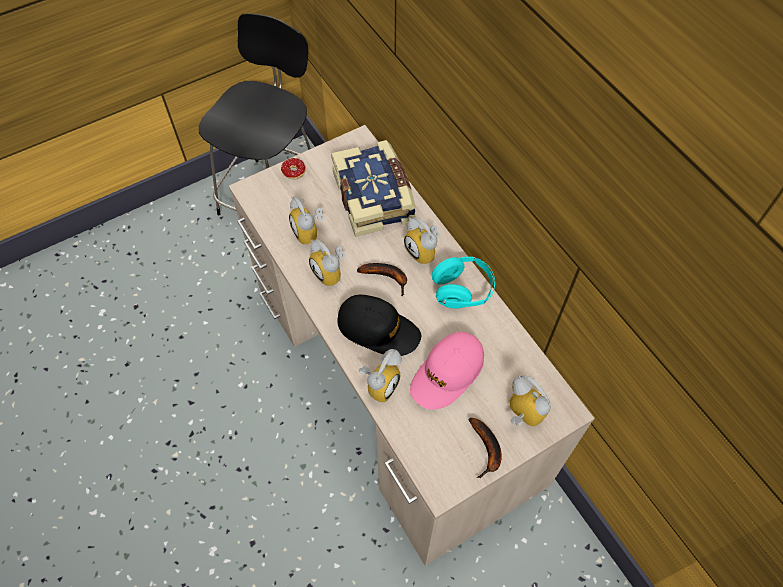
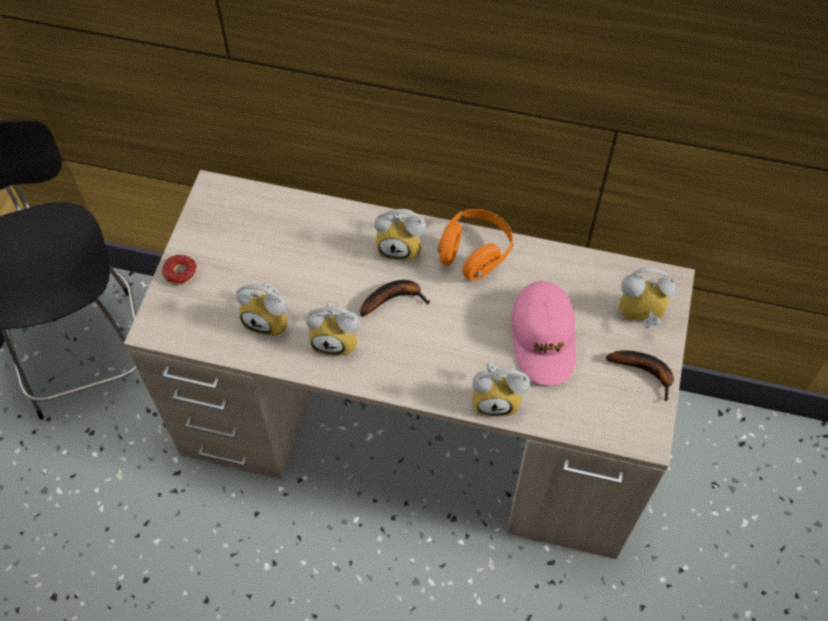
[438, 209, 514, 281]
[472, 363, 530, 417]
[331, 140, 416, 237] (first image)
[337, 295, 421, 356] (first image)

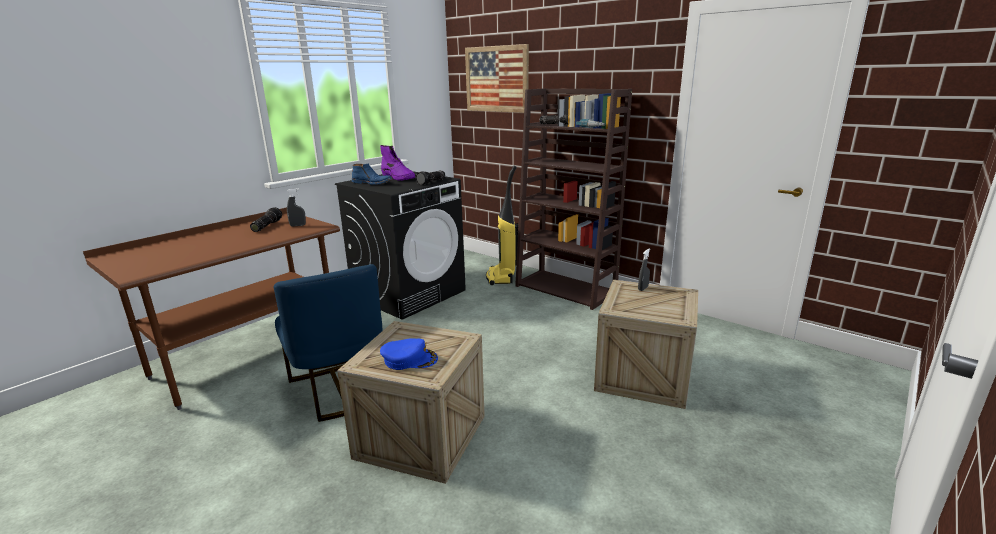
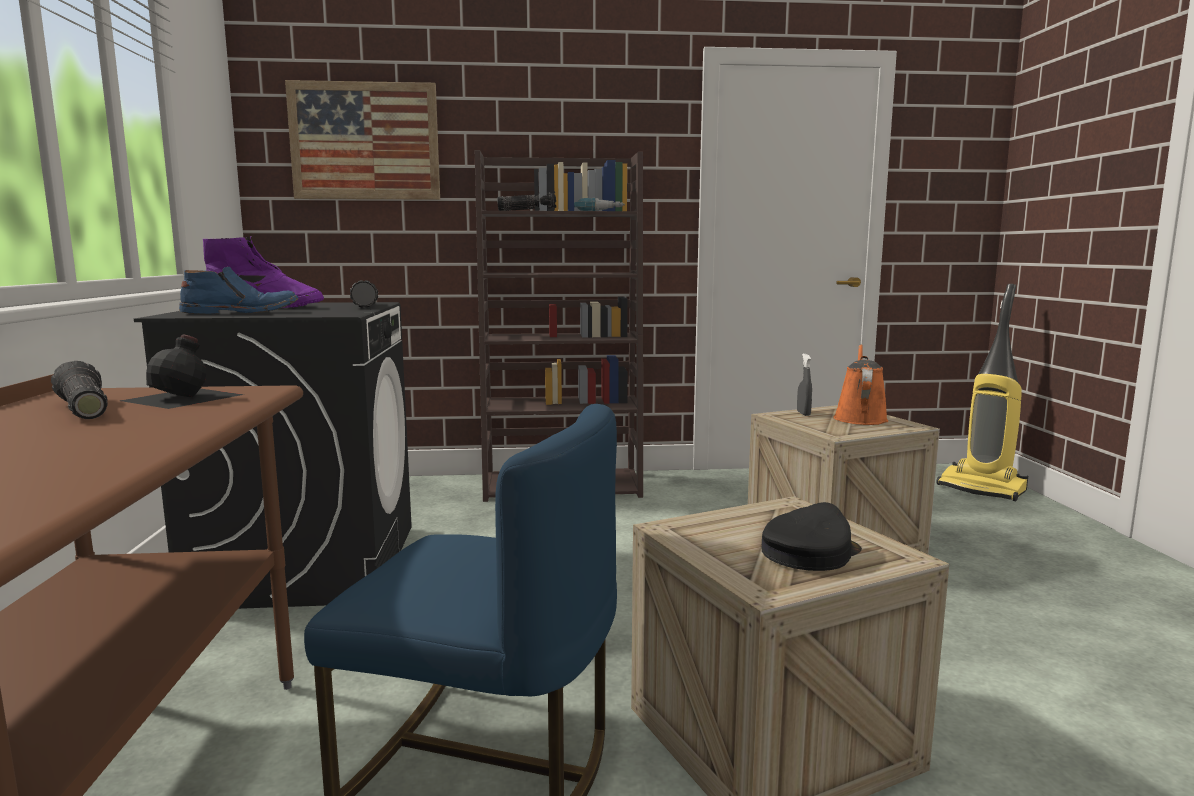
[120, 334, 244, 409]
[761, 502, 862, 571]
[833, 344, 888, 425]
[936, 284, 1028, 501]

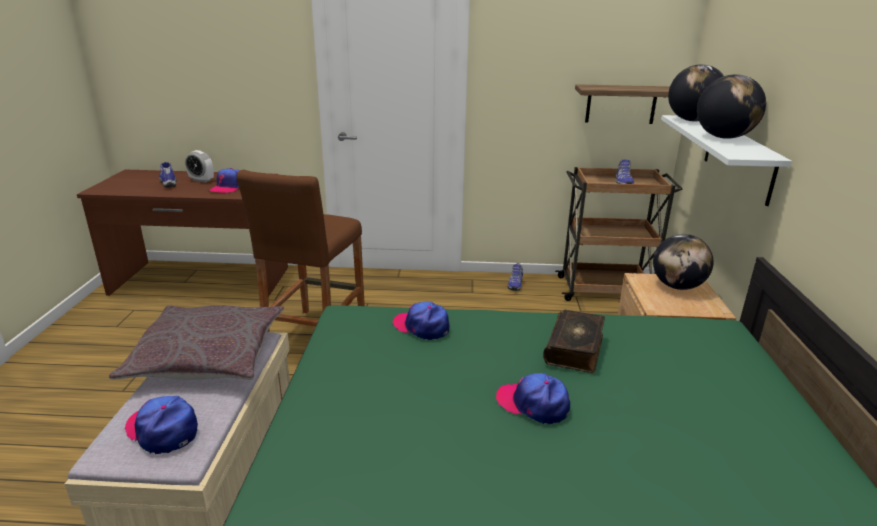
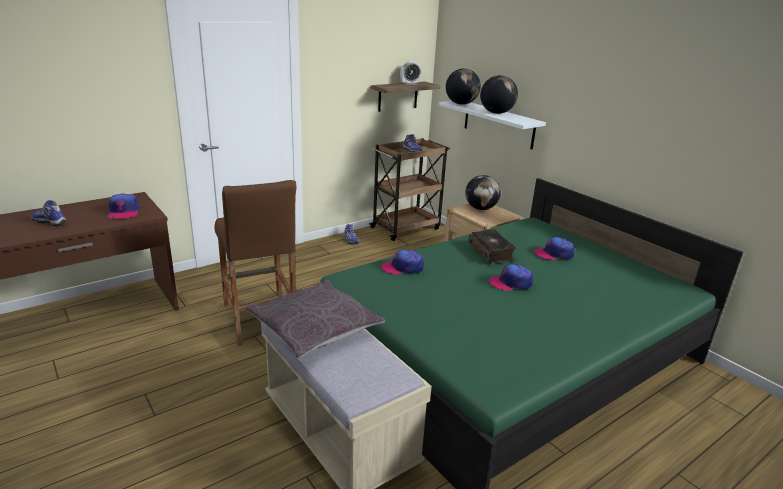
[400, 61, 421, 85]
[534, 237, 575, 260]

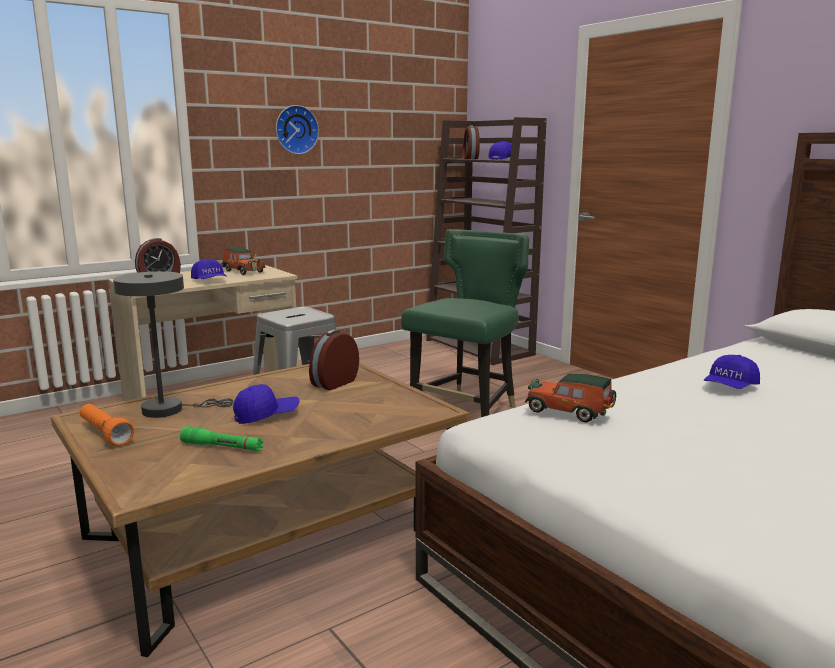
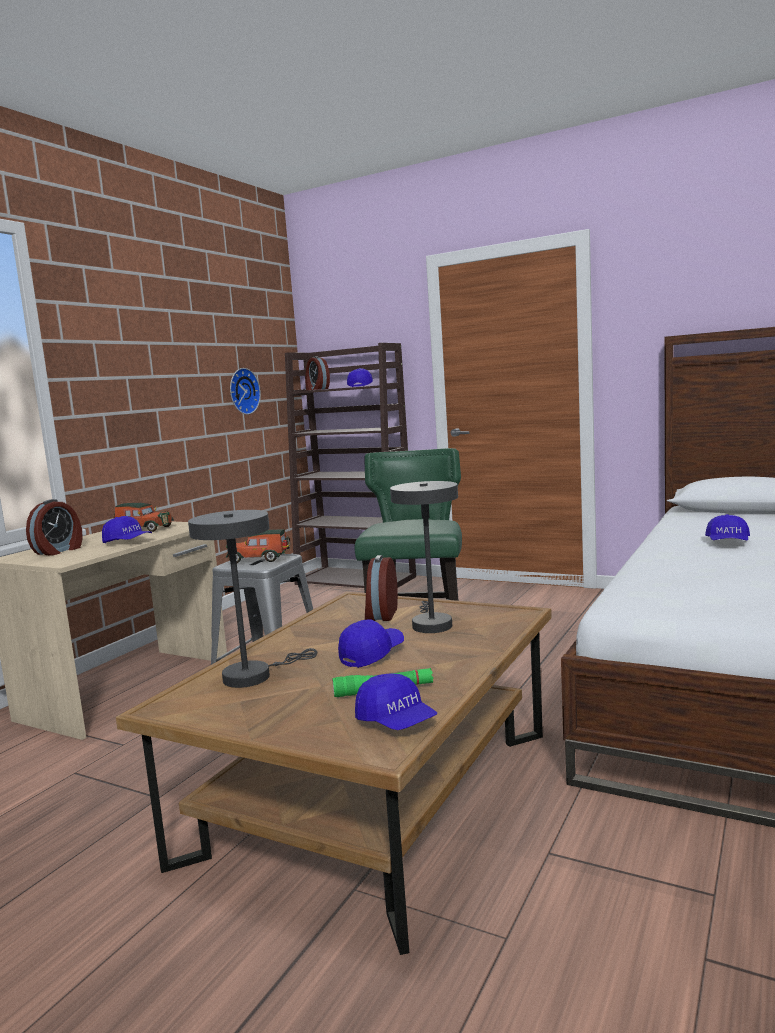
[226, 529, 290, 563]
[230, 368, 261, 415]
[355, 673, 437, 730]
[390, 481, 458, 633]
[80, 404, 134, 446] (first image)

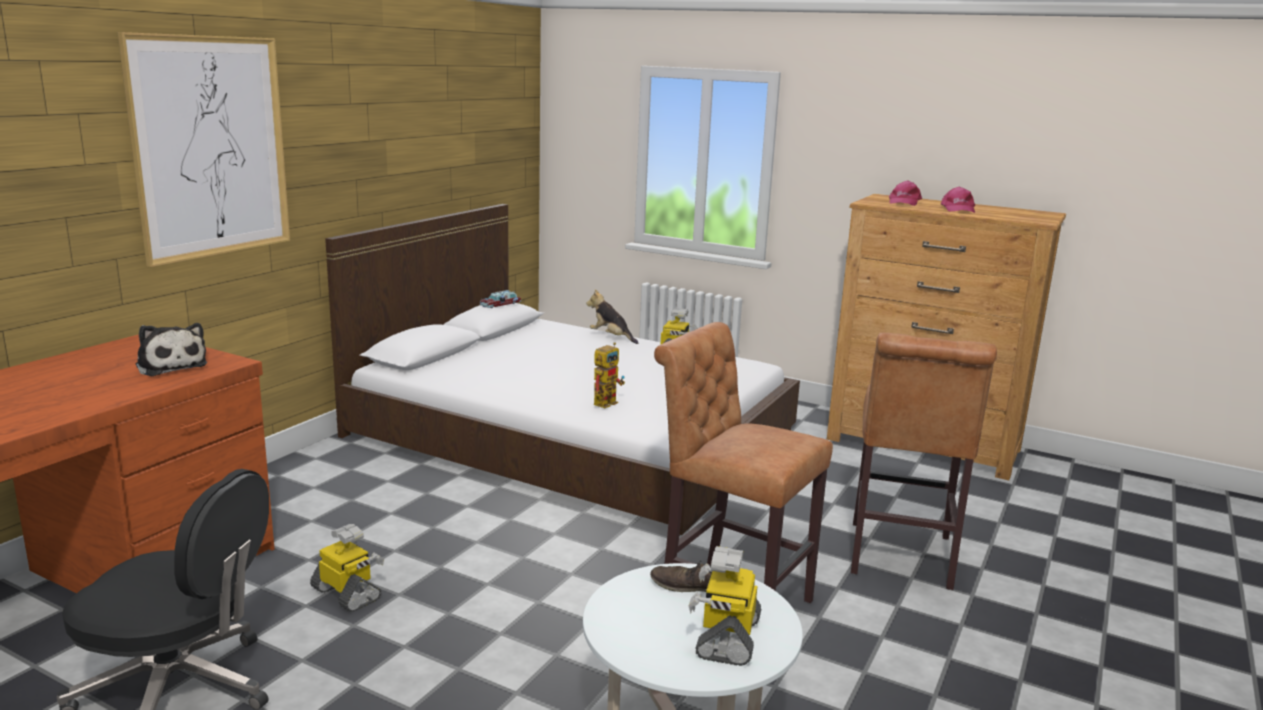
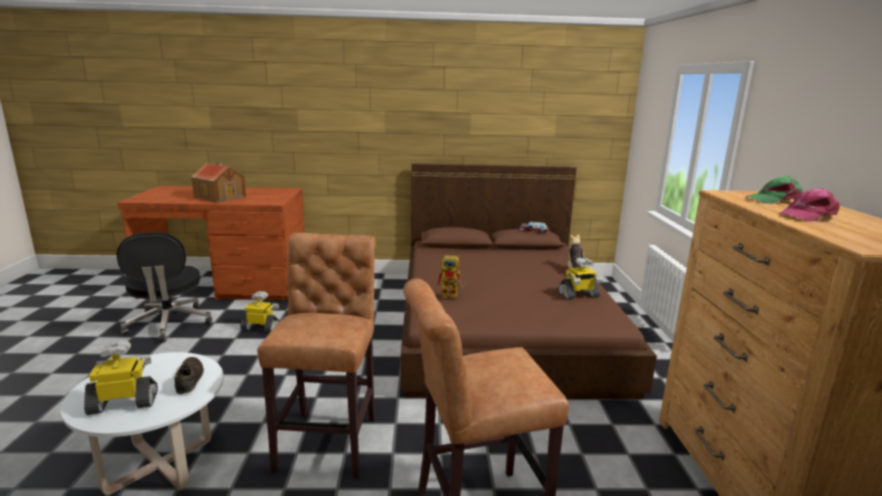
[191, 162, 246, 203]
[240, 291, 280, 332]
[401, 163, 657, 399]
[746, 176, 803, 204]
[117, 32, 290, 267] (first image)
[136, 323, 208, 376] (first image)

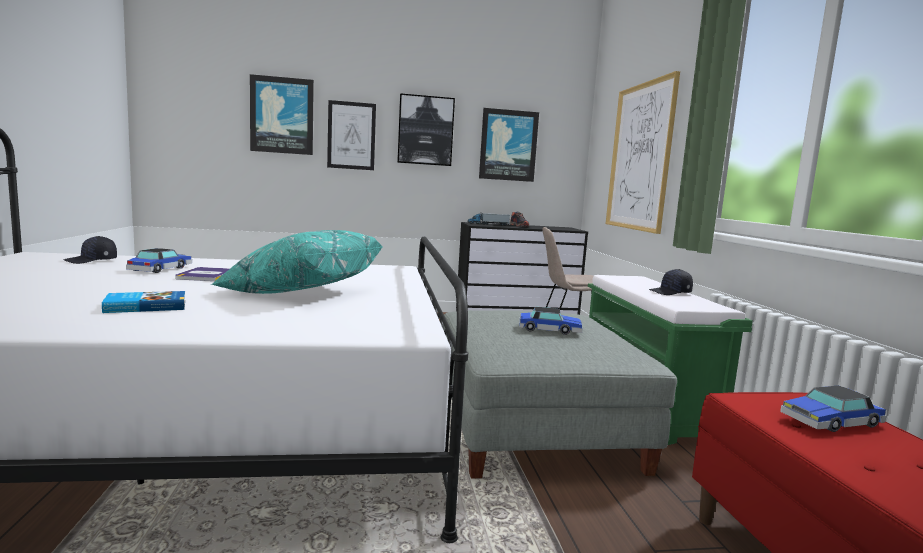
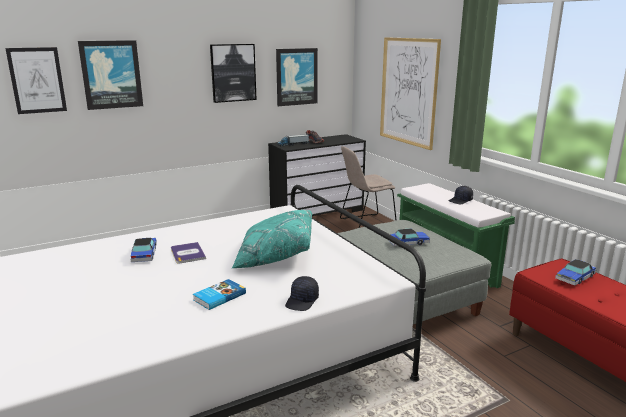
[5, 47, 67, 114]
[285, 276, 319, 311]

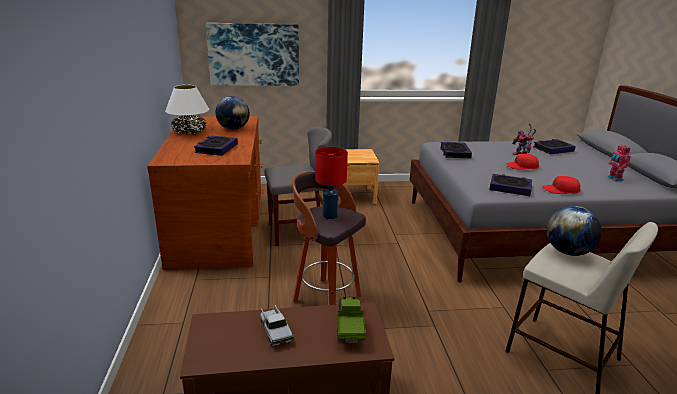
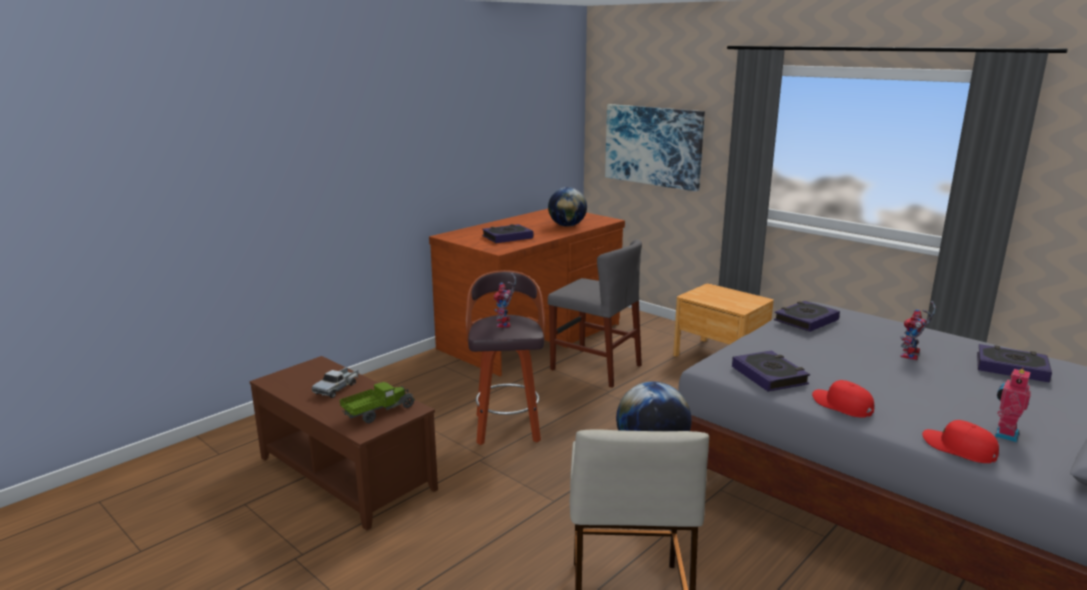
[494, 273, 516, 328]
[922, 420, 999, 463]
[165, 85, 209, 134] (first image)

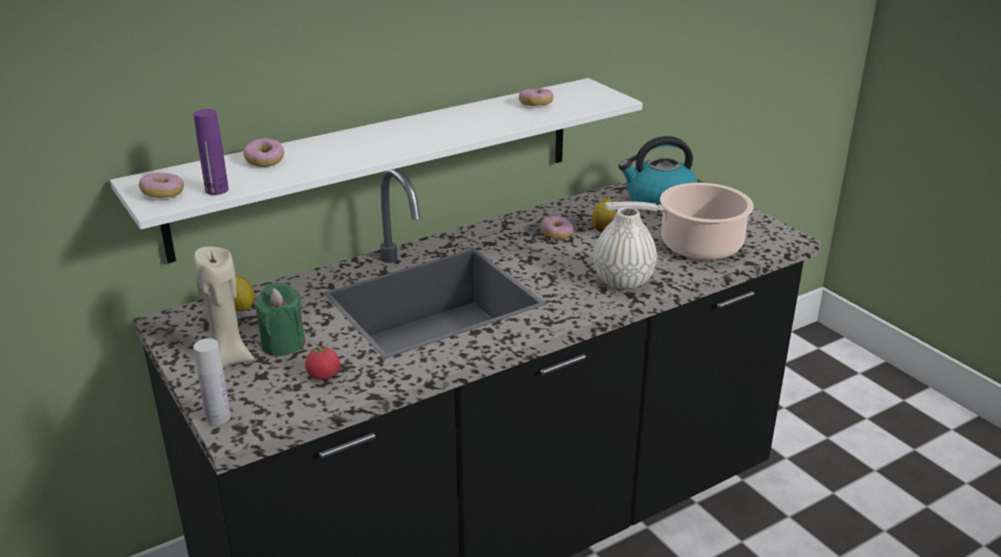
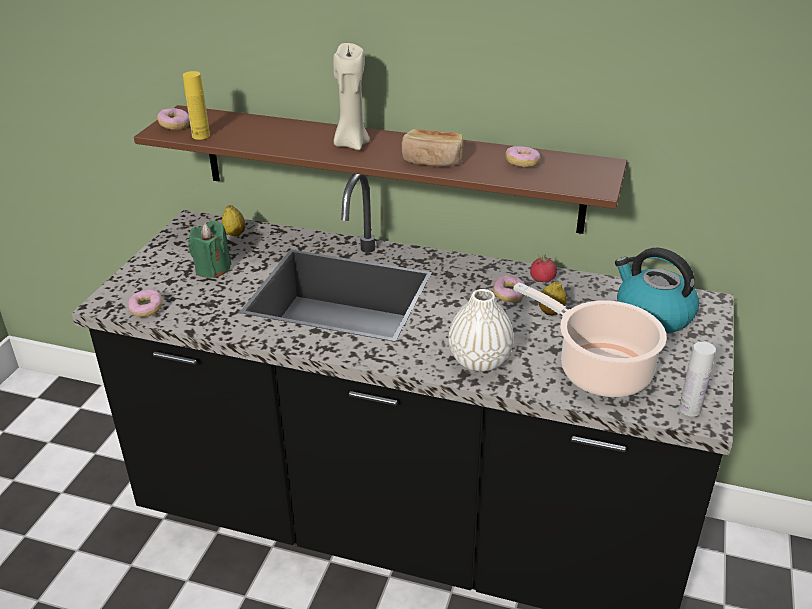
[128, 289, 163, 317]
[134, 105, 627, 234]
[183, 71, 210, 140]
[333, 43, 370, 150]
[402, 129, 463, 166]
[530, 253, 557, 282]
[679, 341, 716, 417]

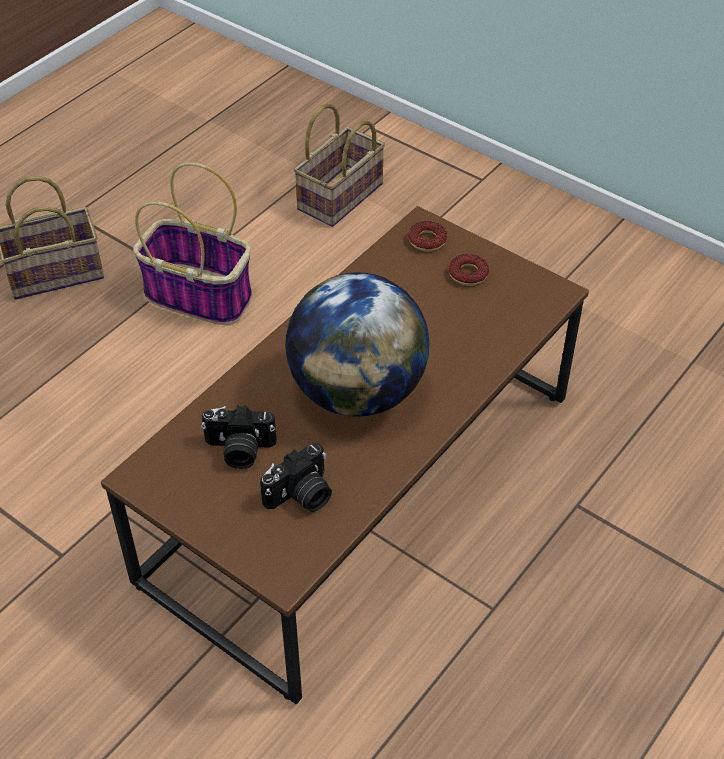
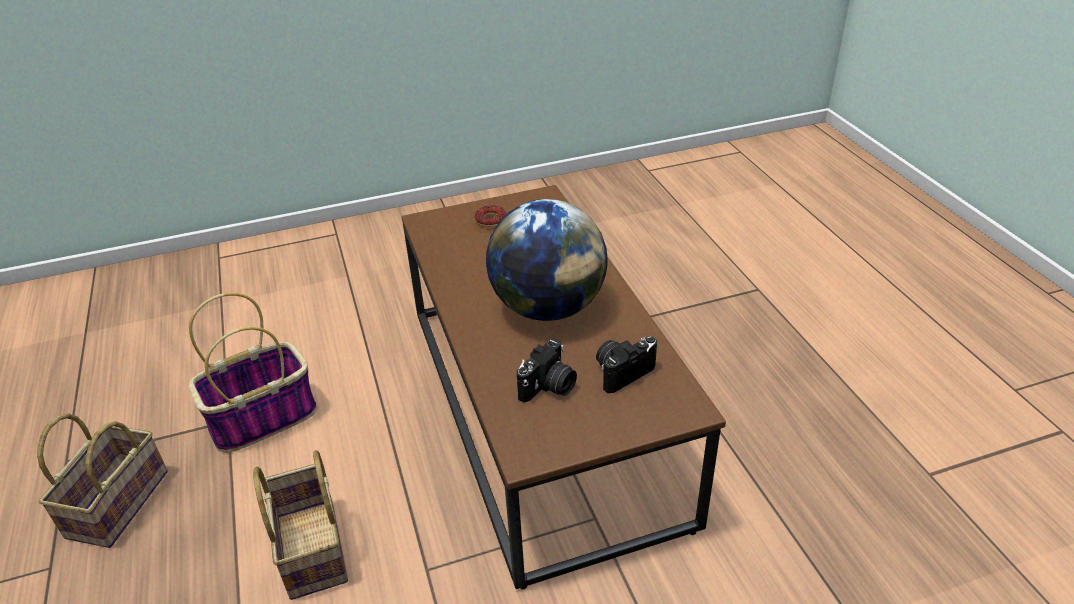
[253, 450, 348, 600]
[596, 336, 657, 393]
[408, 221, 447, 251] (first image)

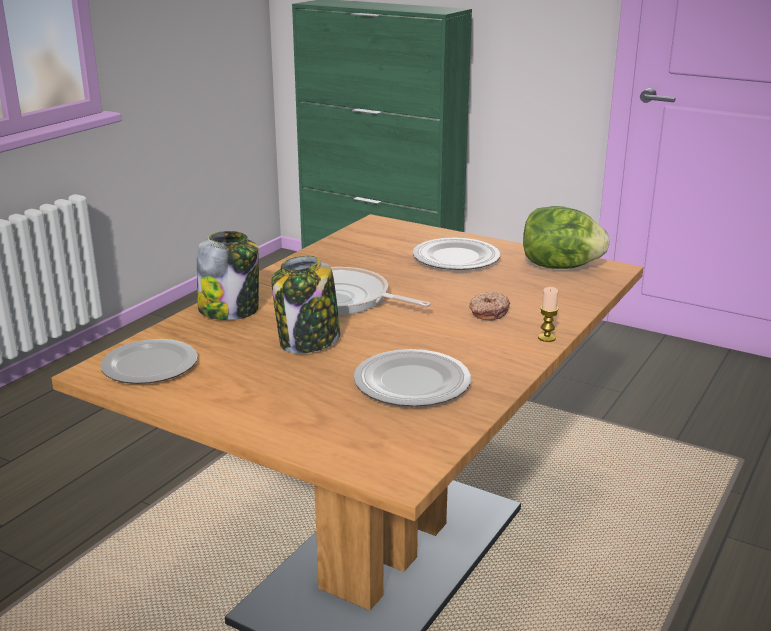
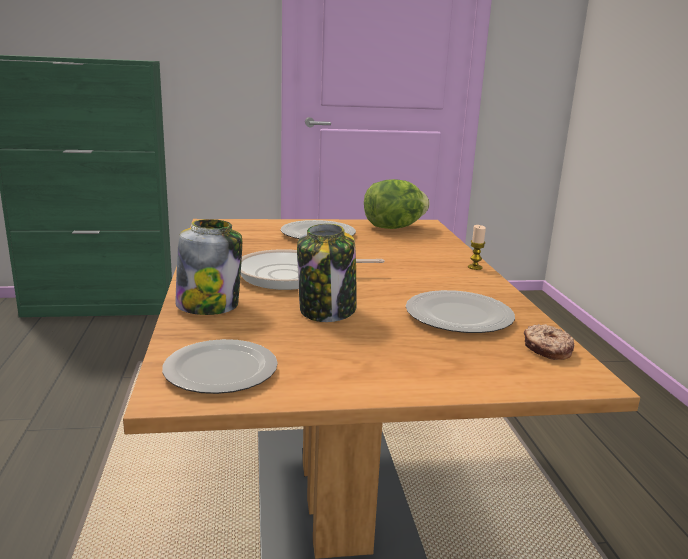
[524, 324, 574, 360]

